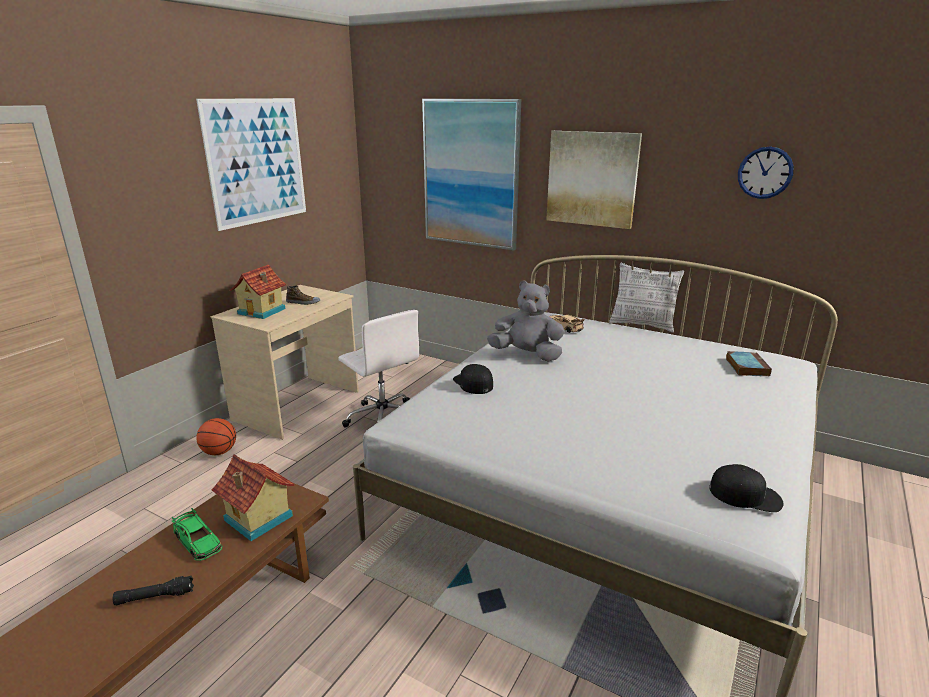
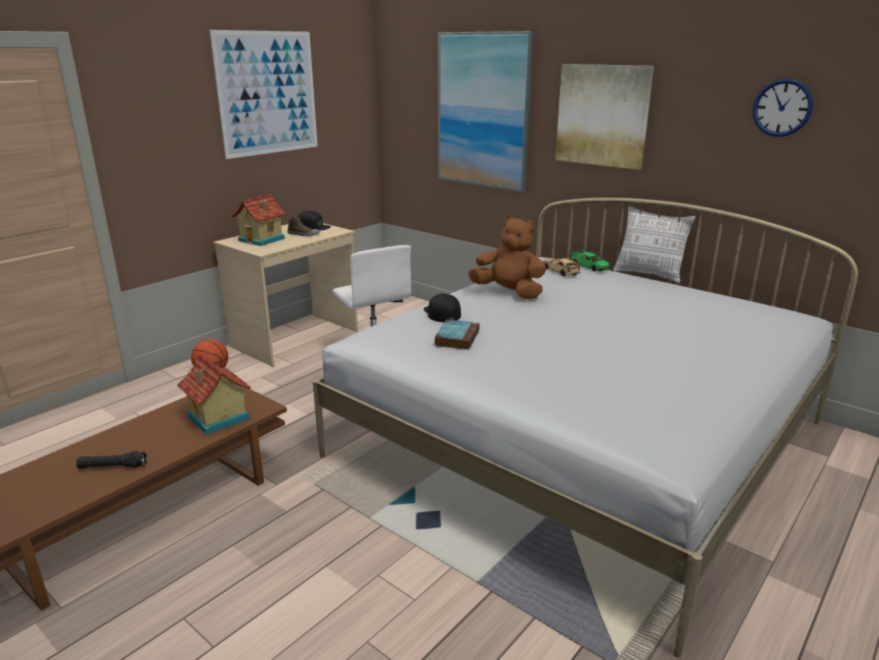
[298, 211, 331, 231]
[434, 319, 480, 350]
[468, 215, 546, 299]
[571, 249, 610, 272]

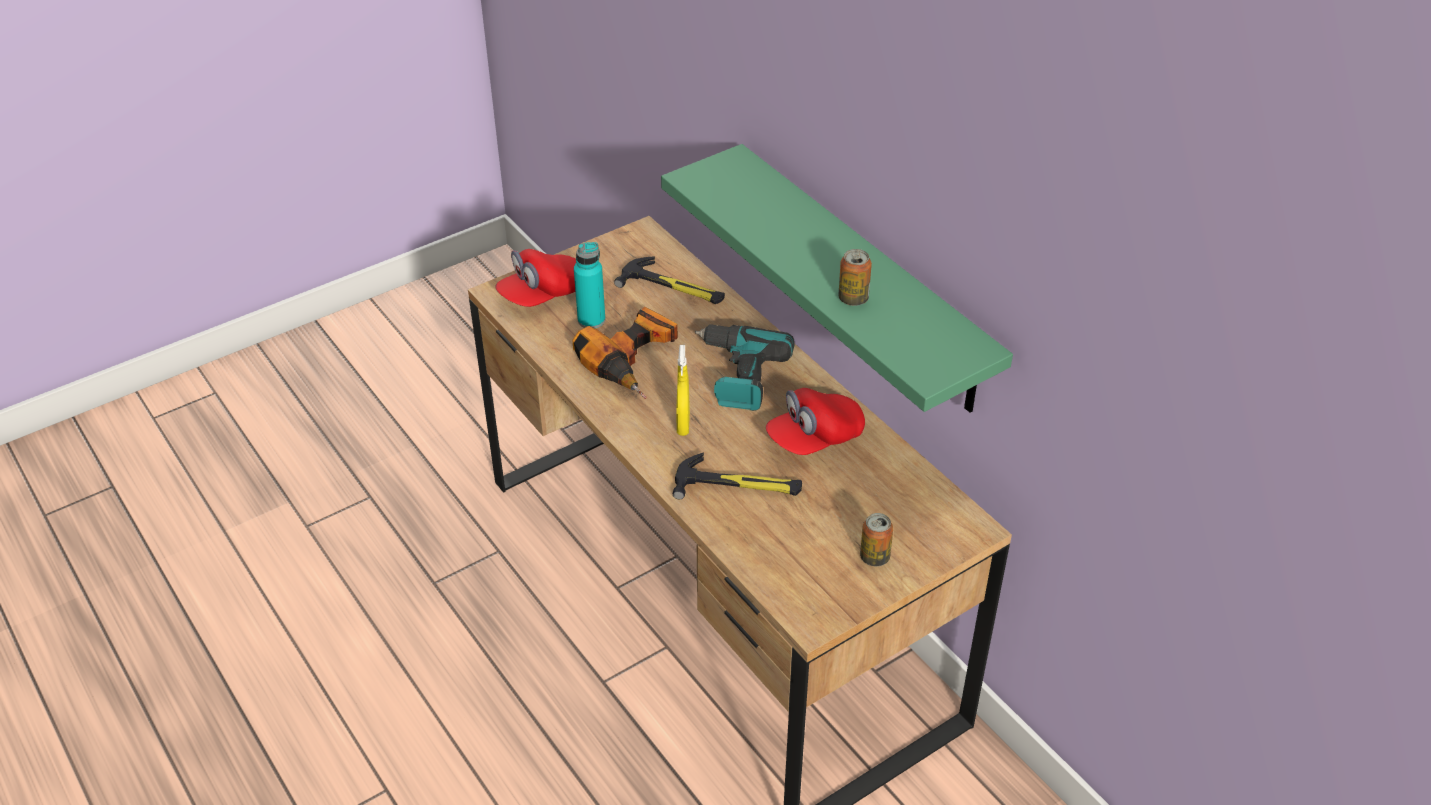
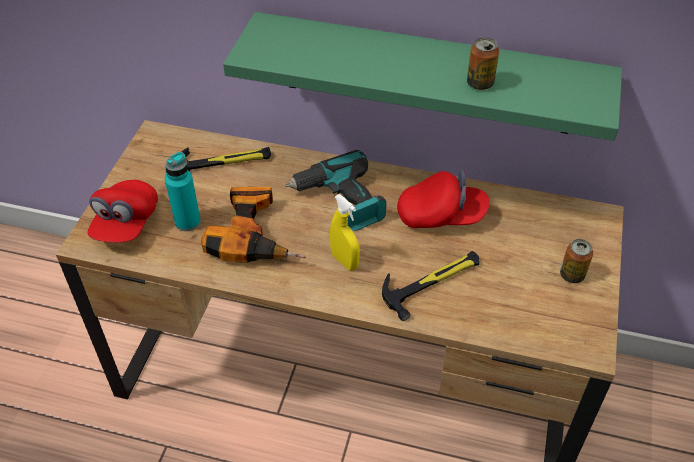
[397, 169, 490, 228]

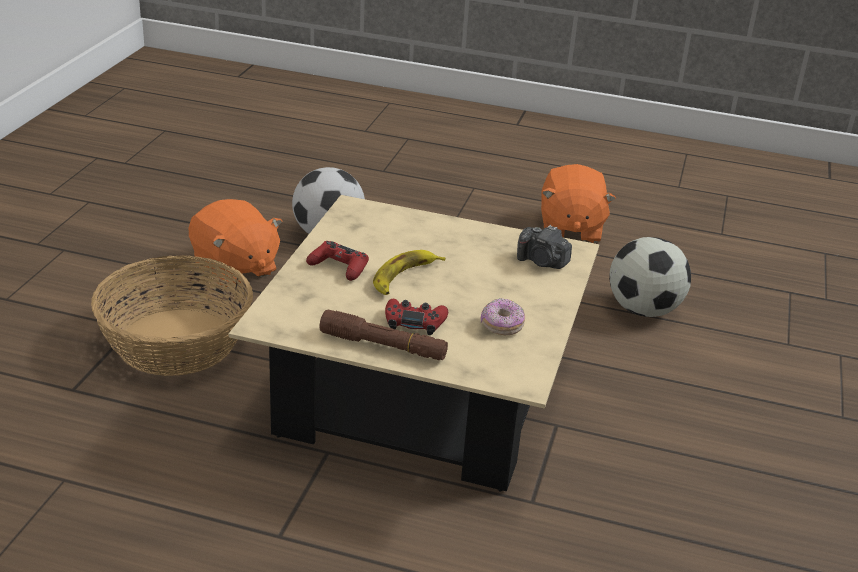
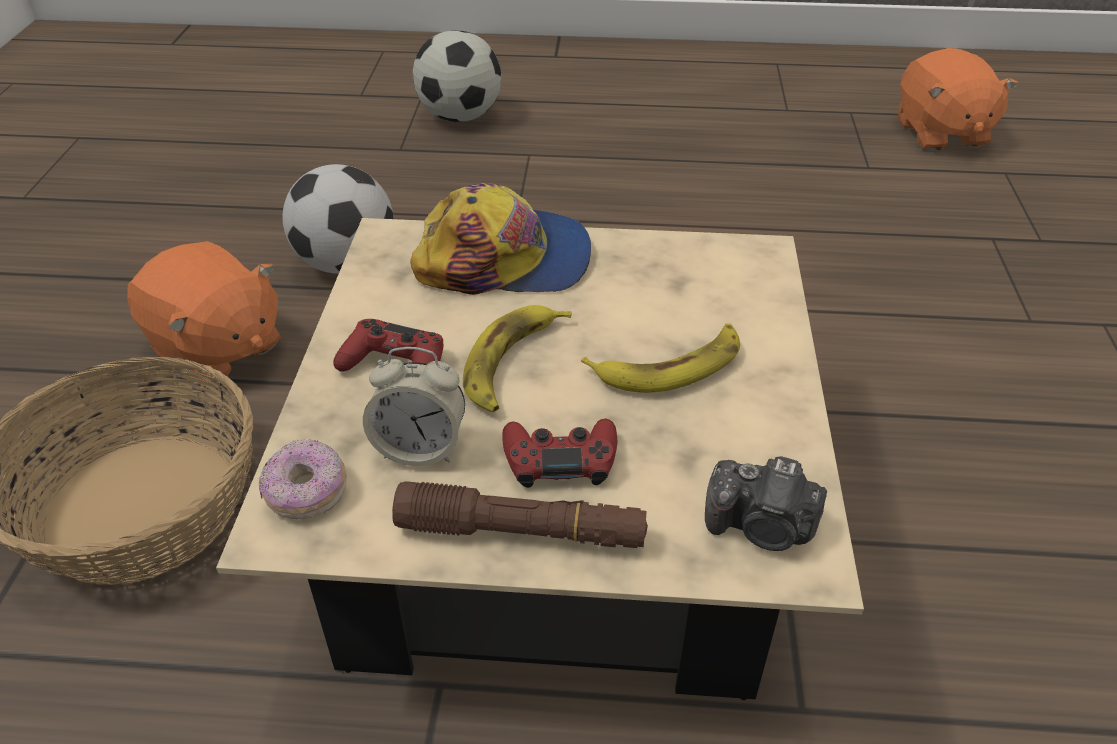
[259, 439, 347, 519]
[363, 347, 465, 466]
[410, 183, 591, 295]
[413, 30, 501, 122]
[581, 323, 740, 393]
[705, 456, 827, 551]
[898, 48, 1018, 151]

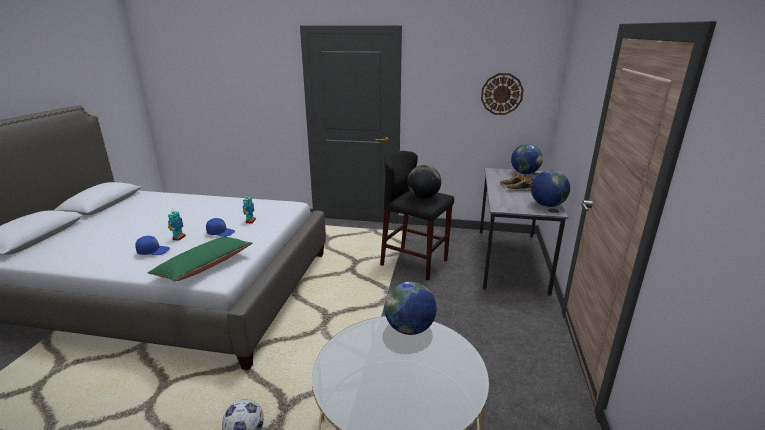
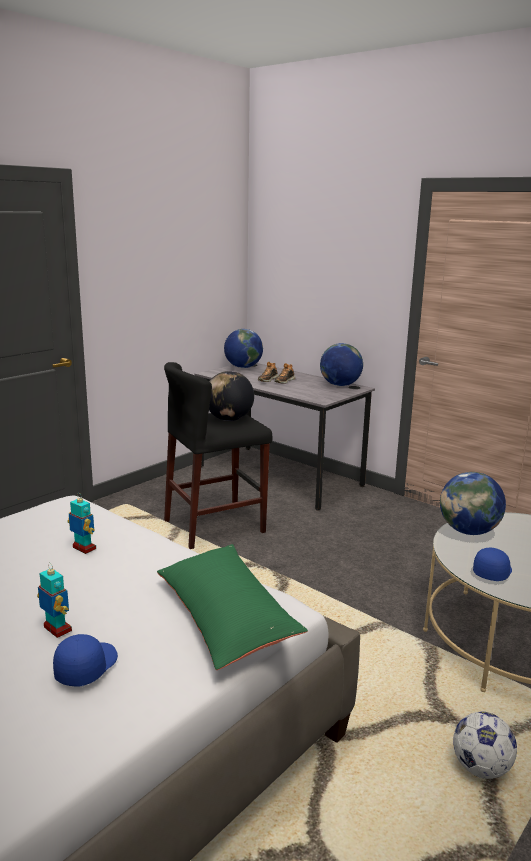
[473, 548, 512, 581]
[481, 73, 524, 115] (first image)

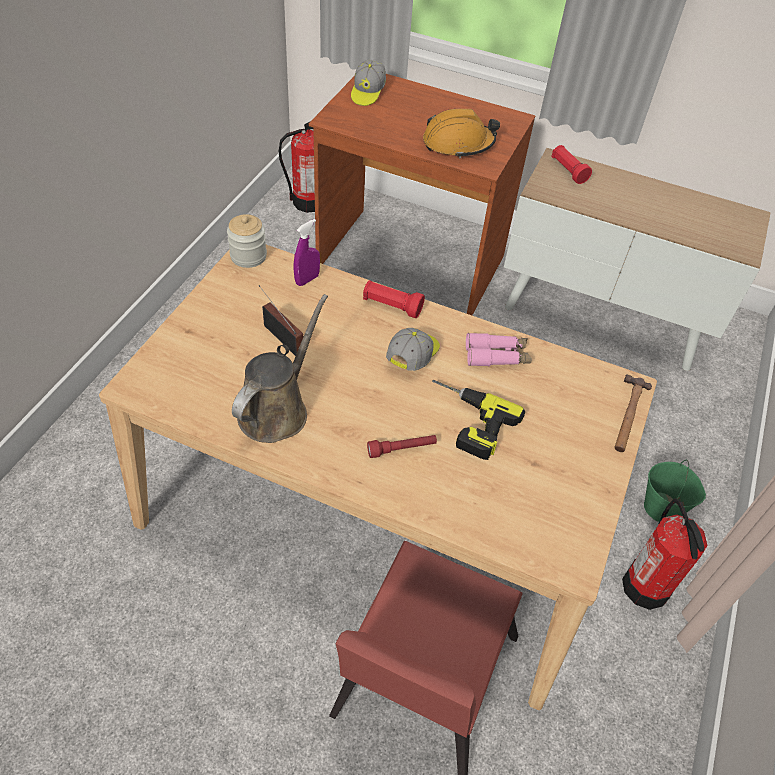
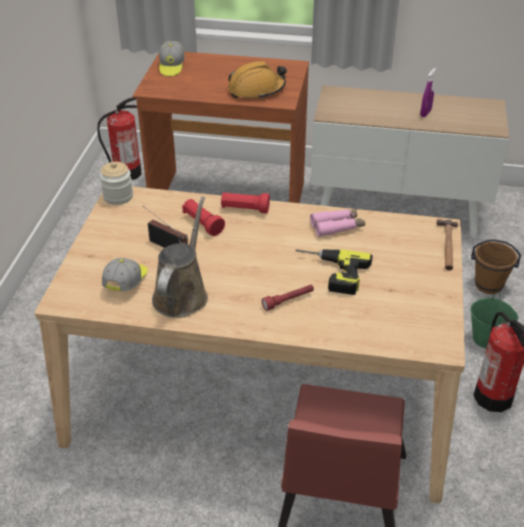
[102, 258, 148, 291]
[182, 199, 225, 236]
[420, 68, 436, 117]
[471, 239, 521, 294]

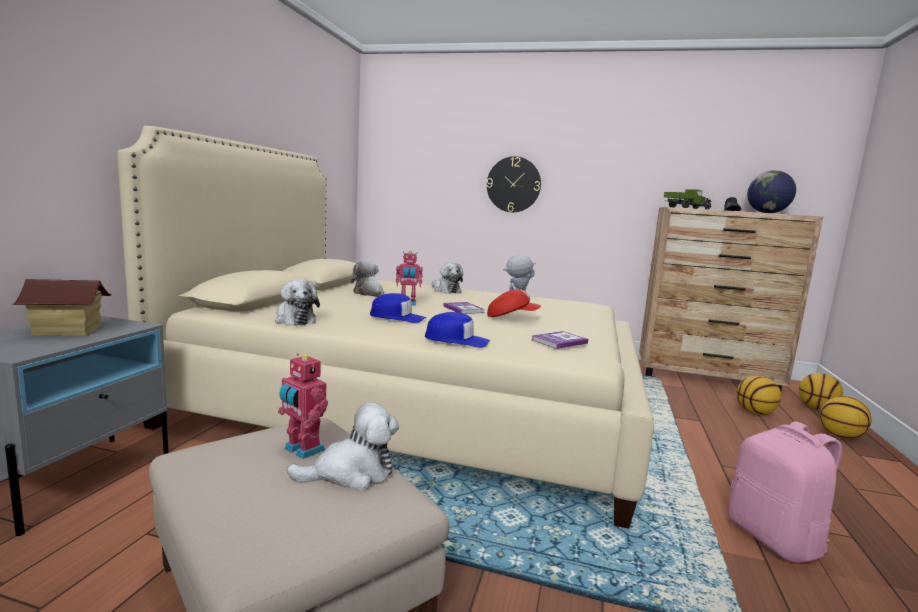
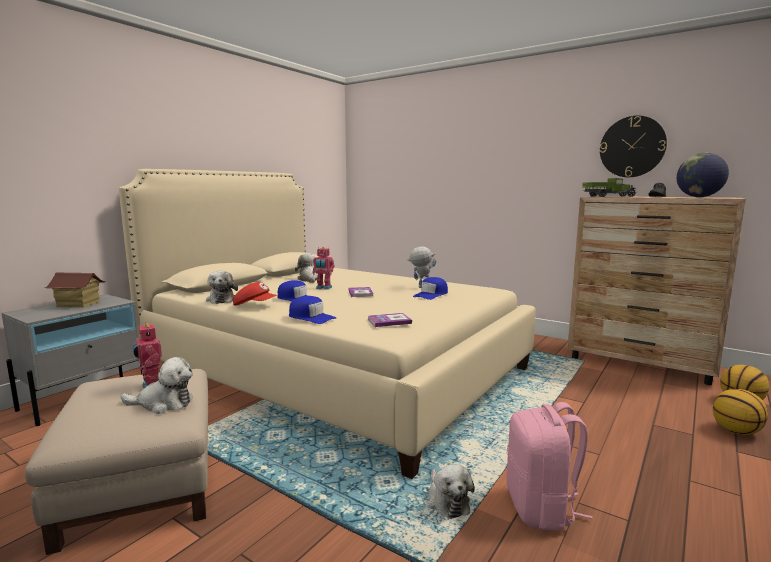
[233, 282, 277, 306]
[413, 277, 448, 300]
[427, 464, 475, 519]
[600, 116, 667, 177]
[736, 376, 781, 415] (first image)

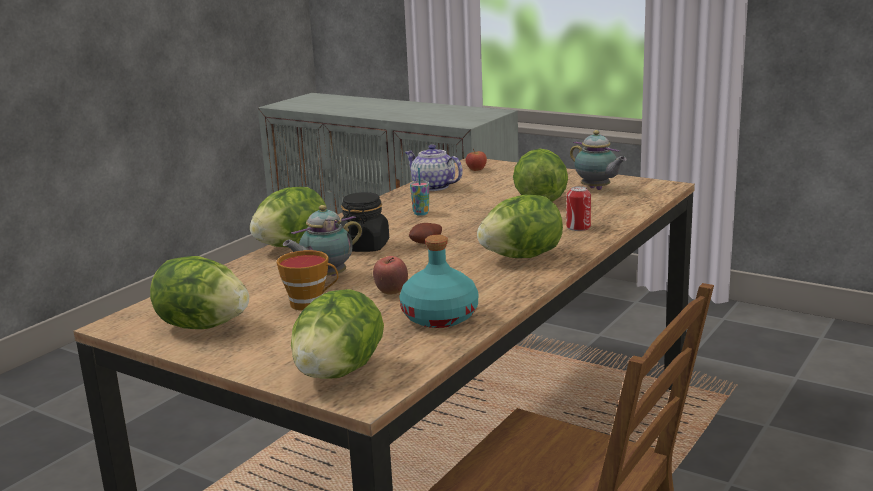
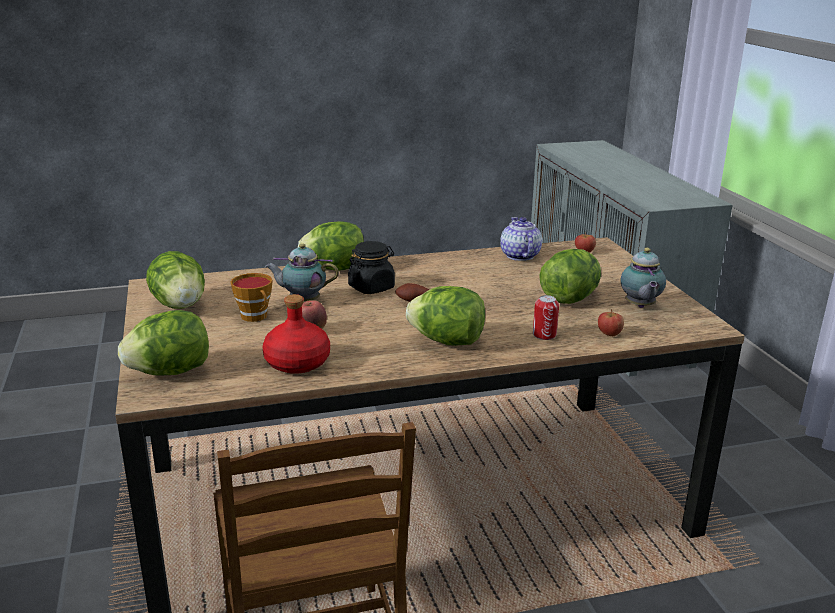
[262, 294, 330, 374]
[598, 309, 624, 336]
[410, 168, 429, 216] (first image)

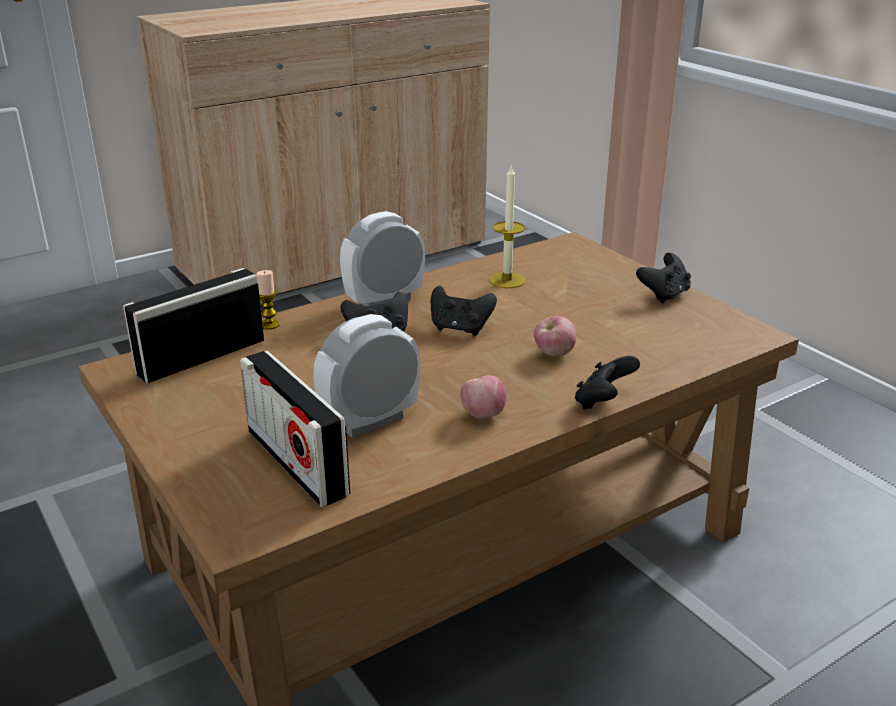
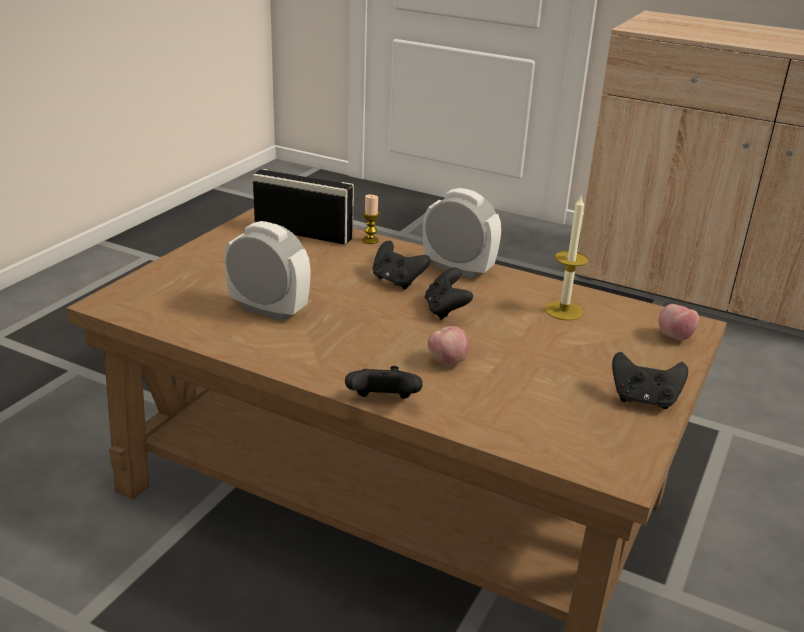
[659, 304, 699, 341]
[240, 351, 350, 507] (first image)

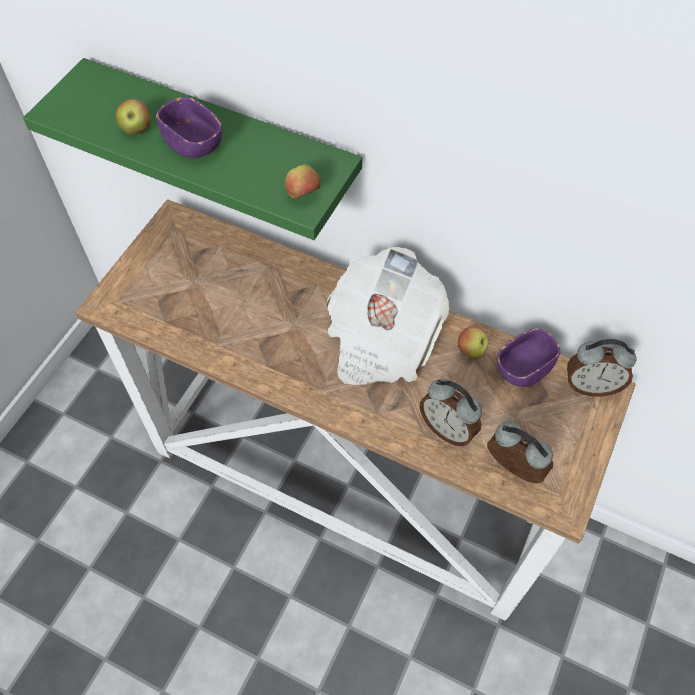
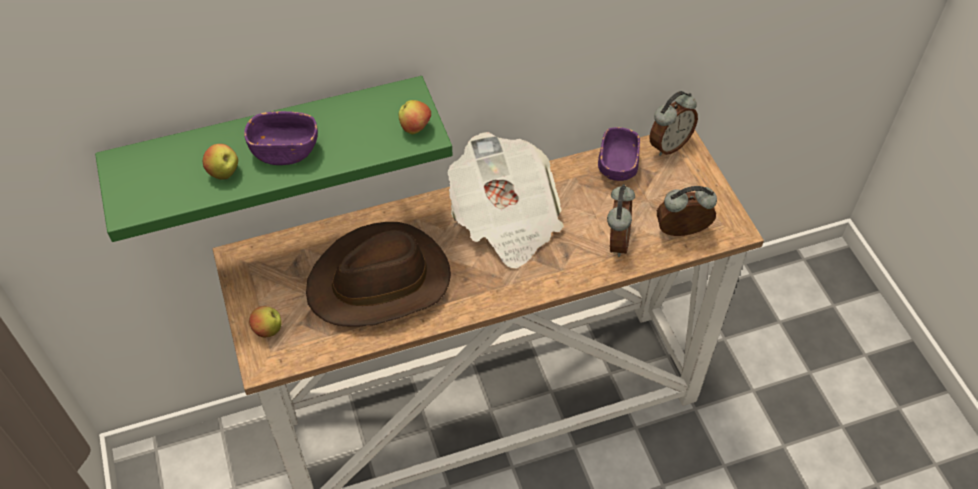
[249, 306, 282, 338]
[306, 222, 451, 327]
[607, 184, 635, 257]

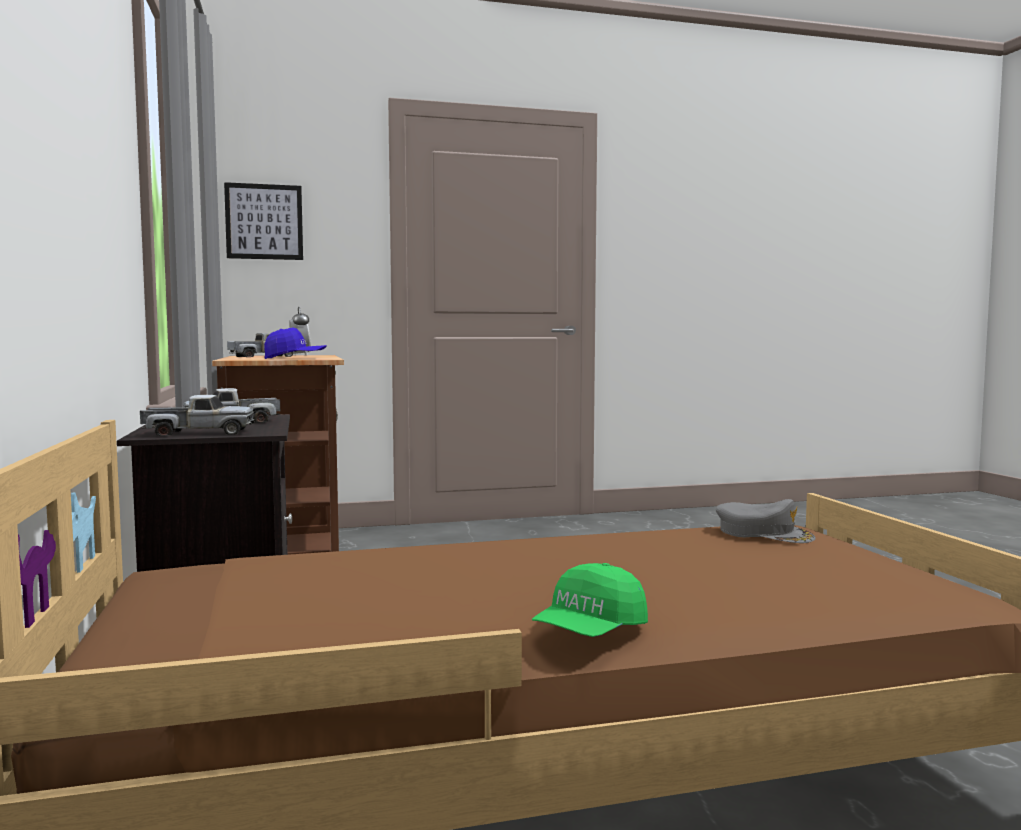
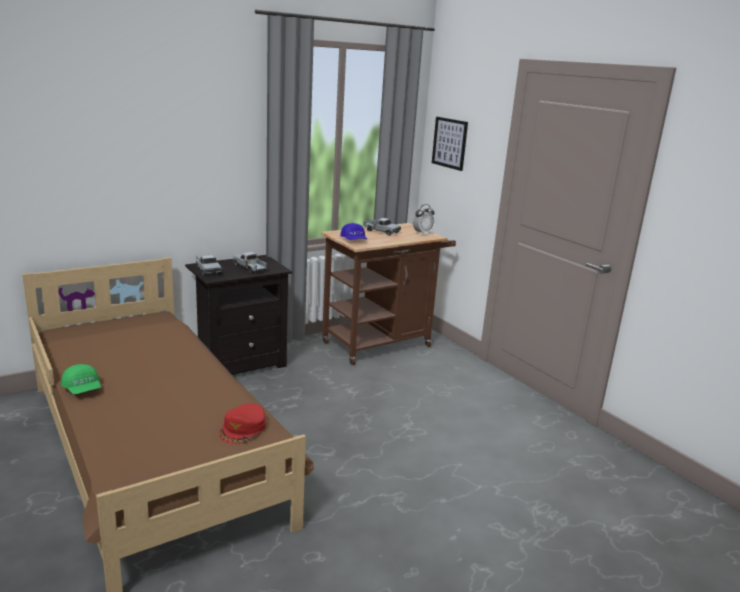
[61, 364, 101, 394]
[219, 404, 266, 444]

